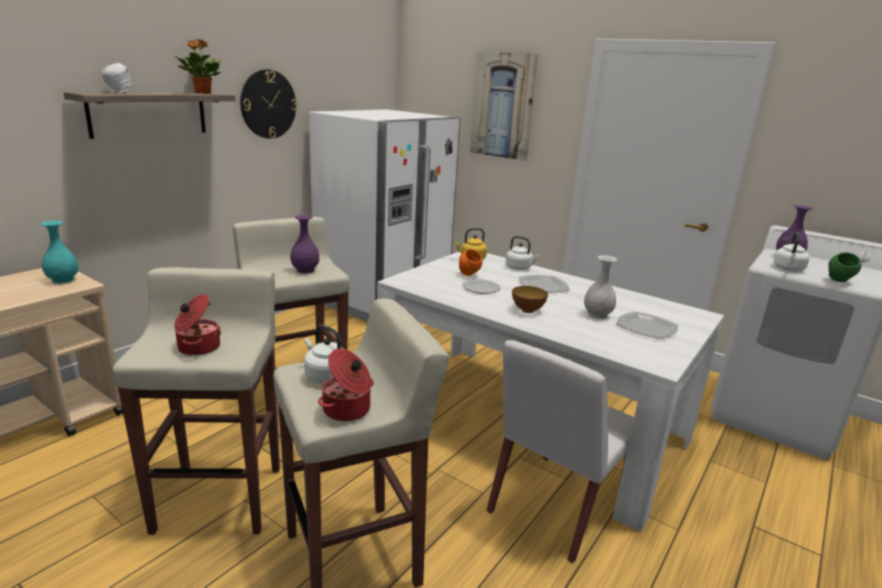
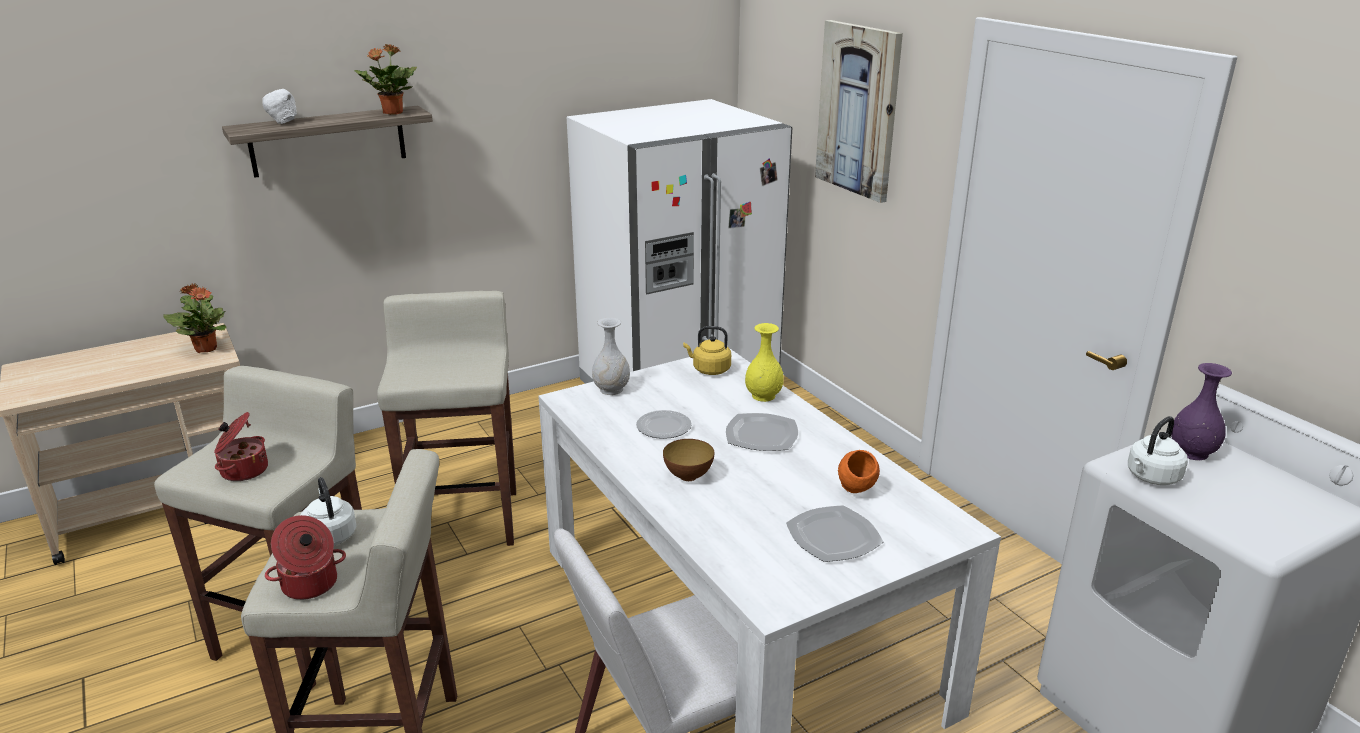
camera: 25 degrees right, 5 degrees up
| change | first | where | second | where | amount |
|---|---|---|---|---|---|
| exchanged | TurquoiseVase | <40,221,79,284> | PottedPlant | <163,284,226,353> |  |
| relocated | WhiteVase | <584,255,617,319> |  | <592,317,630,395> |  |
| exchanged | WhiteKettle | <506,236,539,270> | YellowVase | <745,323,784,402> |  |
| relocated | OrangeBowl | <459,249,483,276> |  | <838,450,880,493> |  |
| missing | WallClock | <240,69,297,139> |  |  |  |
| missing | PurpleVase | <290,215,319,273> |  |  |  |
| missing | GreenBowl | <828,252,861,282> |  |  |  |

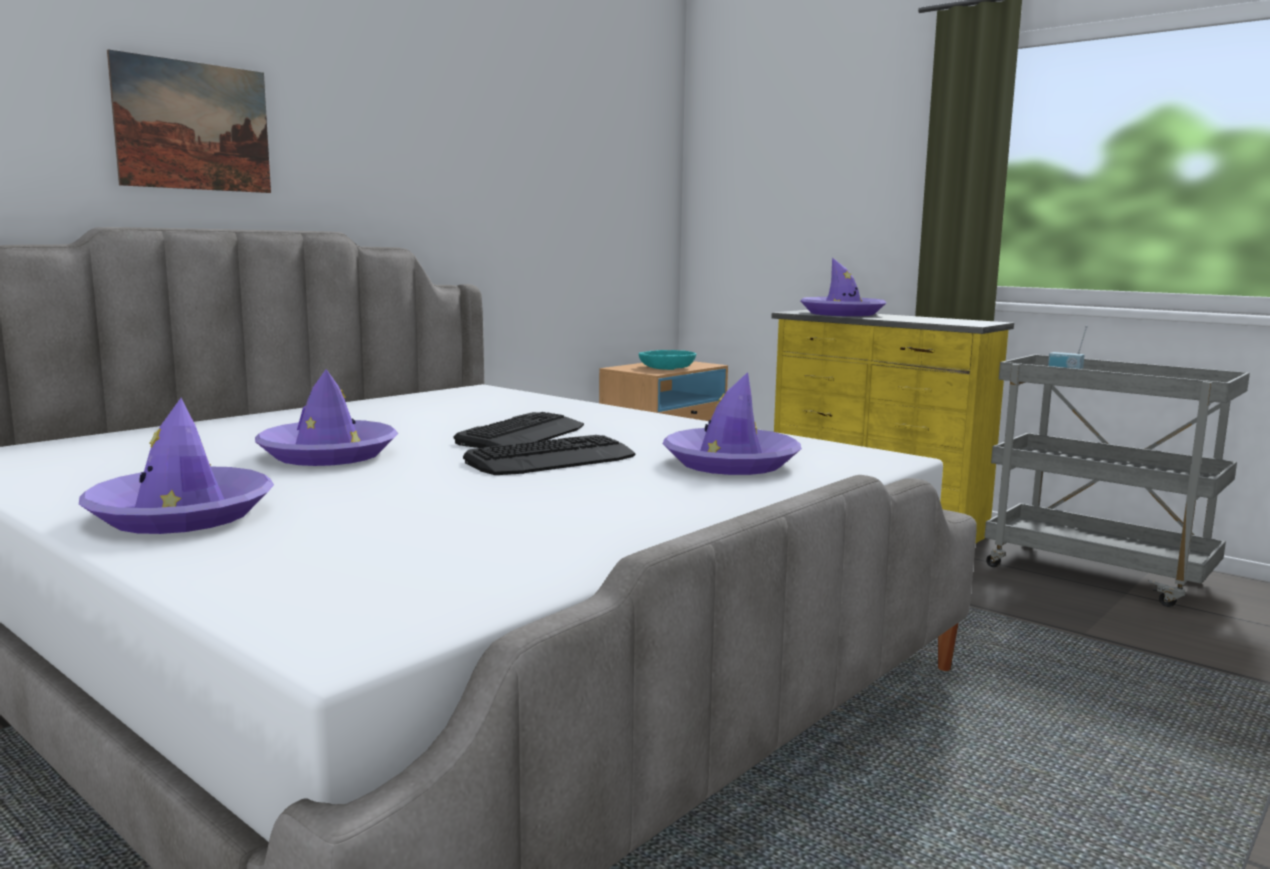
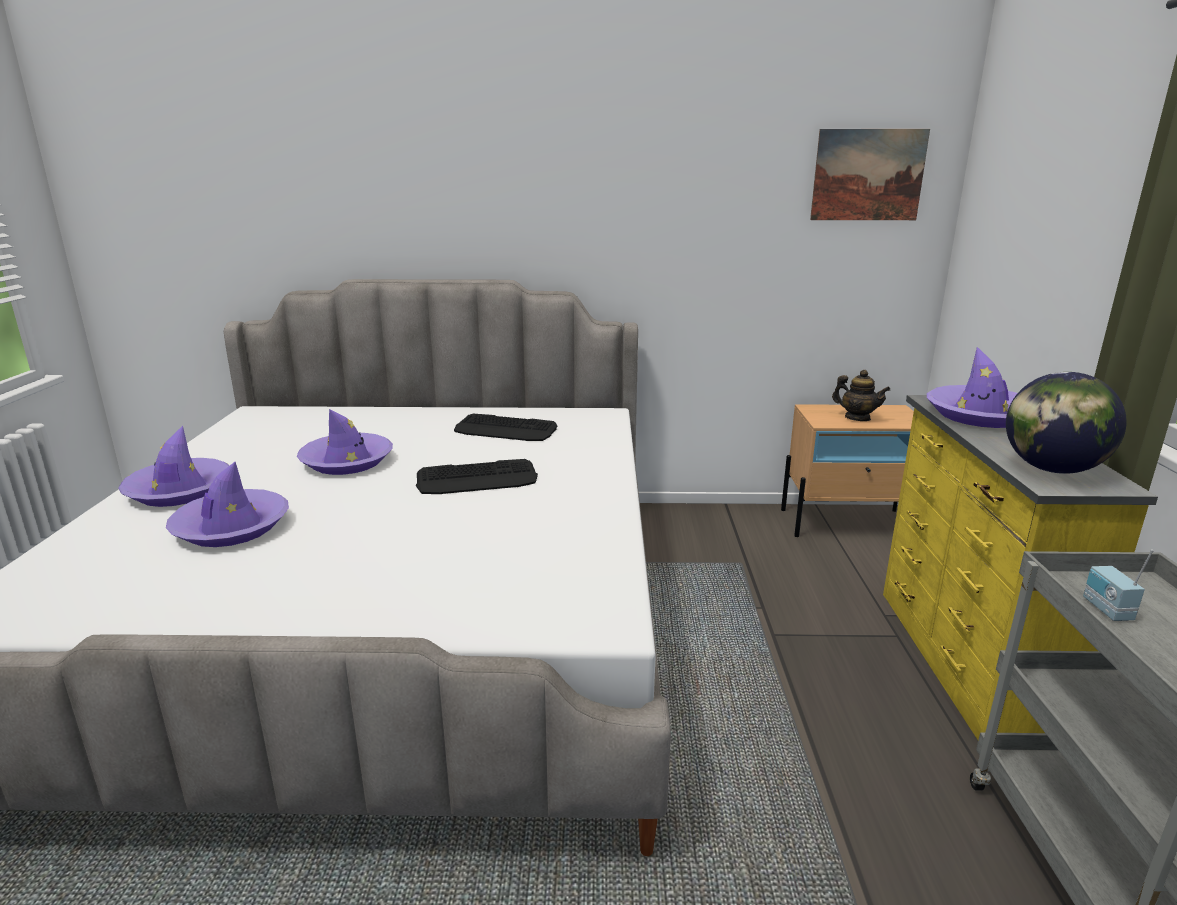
camera: 50 degrees right, 10 degrees up
| change | first | where | second | where | amount |
|---|---|---|---|---|---|
| relocated | PurpleHat | <662,372,802,475> |  | <166,462,289,547> |  |
| relocated | Keyboard | <463,435,635,475> |  | <454,414,557,441> |  |
| relocated | Picture | <107,49,271,193> |  | <810,129,930,220> |  |
| exchanged | TurquoiseBowl | <639,350,696,370> | Teapot | <832,370,890,421> |  |
| appeared |  |  | Globe | <1006,372,1127,474> |  |

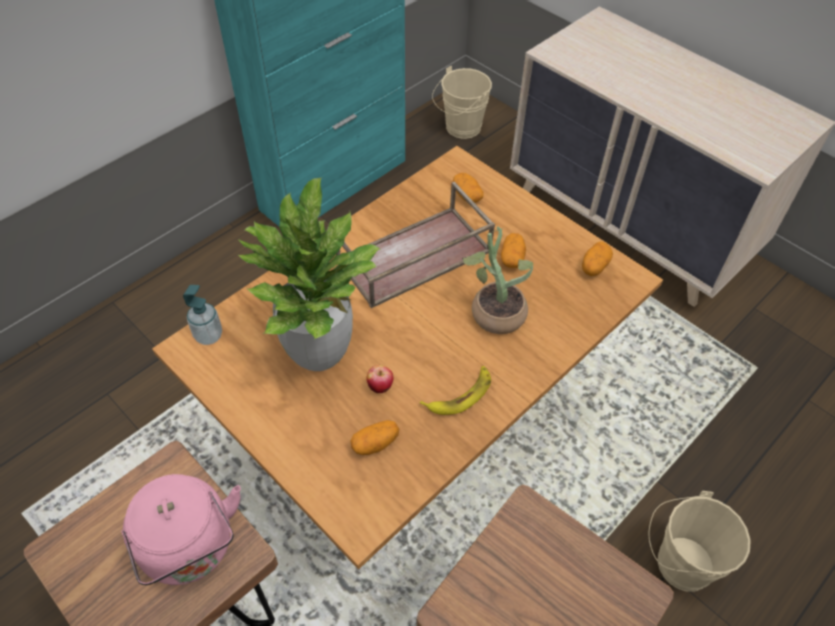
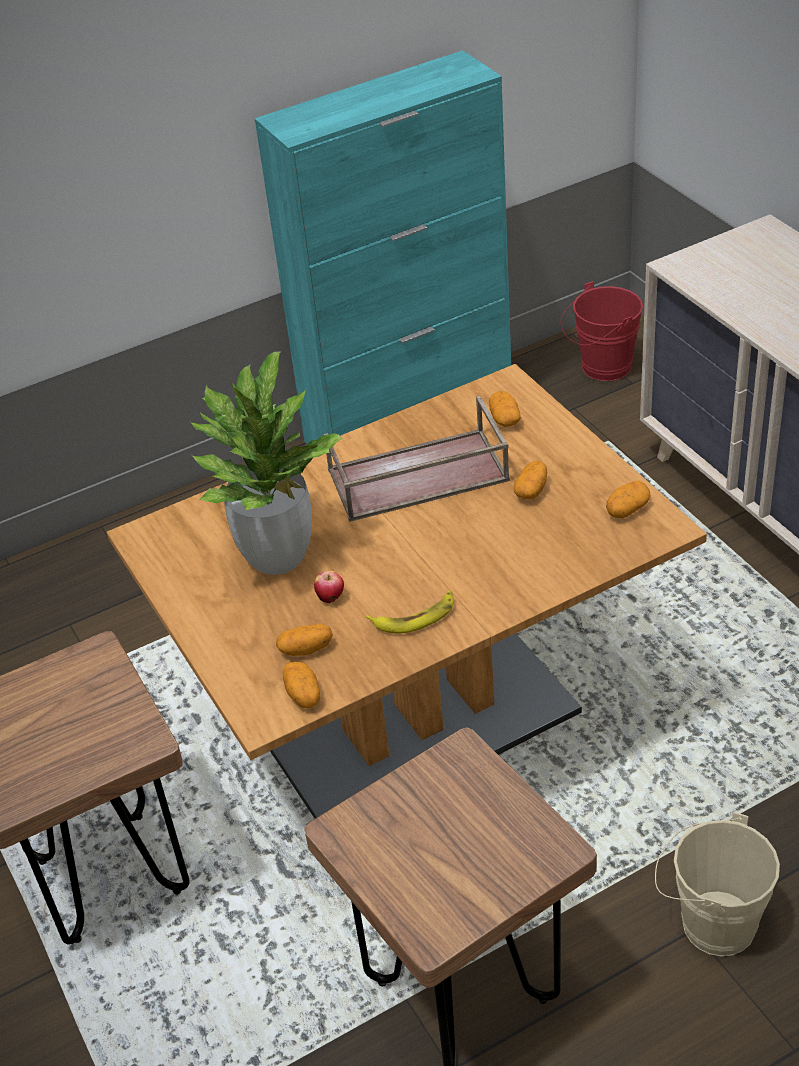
camera: 20 degrees right, 10 degrees down
| change | first | where | second | where | amount |
|---|---|---|---|---|---|
| appeared |  |  | Potato | <282,662,320,708> |  |
| colour | BeigeBucket | <432,66,492,139> | RedBucket | <560,281,643,381> |  |
| missing | PinkKettle | <121,474,241,585> |  |  |  |
| missing | SoapDispenser | <183,285,222,345> |  |  |  |
| missing | PottedPlant | <462,226,533,334> |  |  |  |

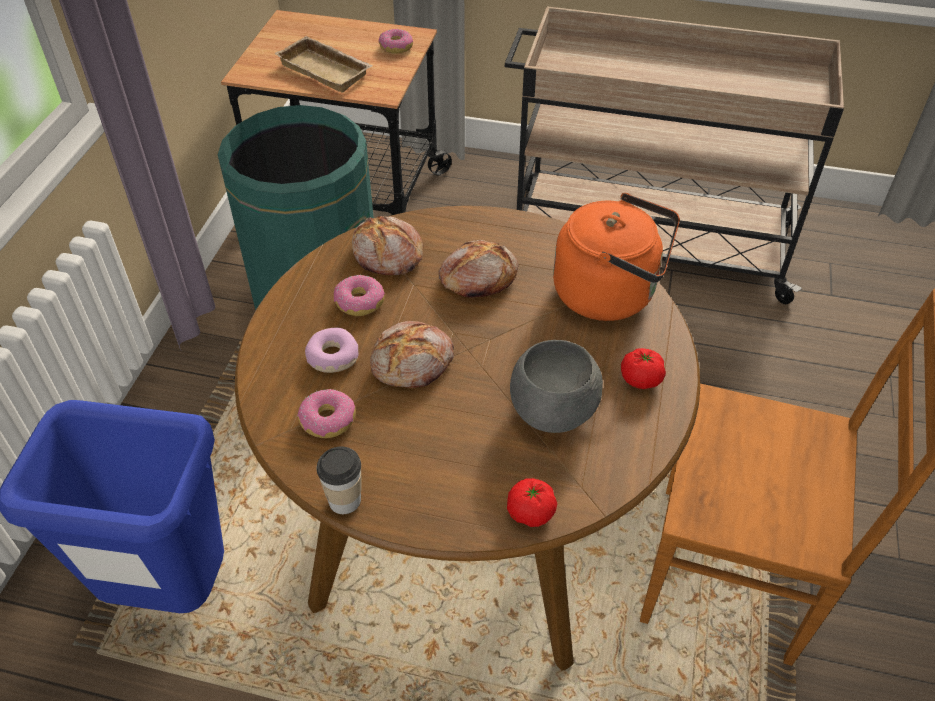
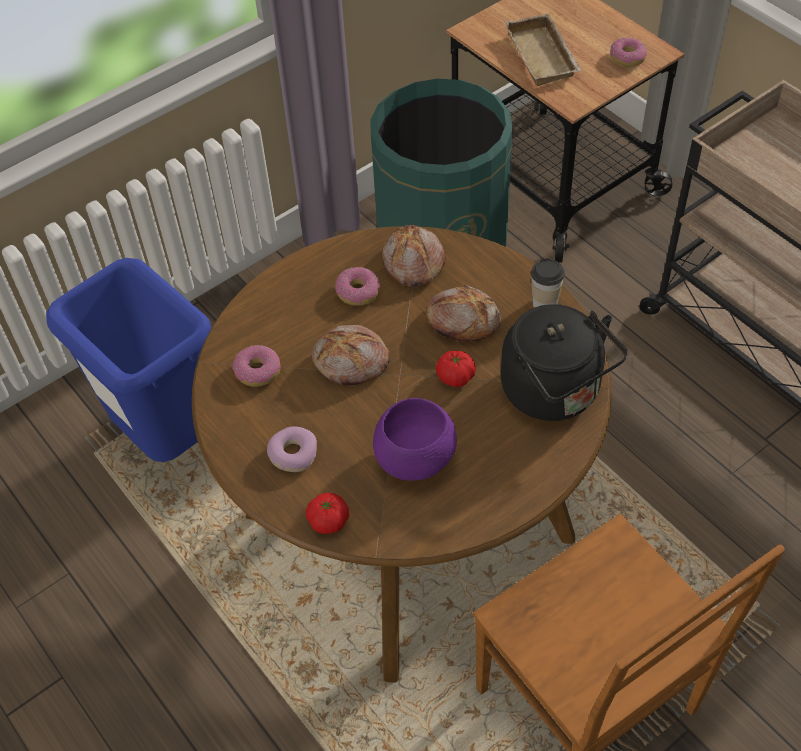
camera: 40 degrees right, 5 degrees up
| change | first | where | second | where | amount |
|---|---|---|---|---|---|
| relocated | Donut | <305,328,359,373> |  | <267,426,317,472> |  |
| colour | GreyBowl | <510,340,603,433> | PurpleBowl | <373,398,457,481> |  |
| relocated | Tomato | <621,348,666,389> |  | <436,351,476,387> |  |
| colour | OrangeKettle | <553,193,680,321> | BlackKettle | <501,304,628,421> |  |
| relocated | Cup | <317,447,361,514> |  | <531,258,565,308> |  |

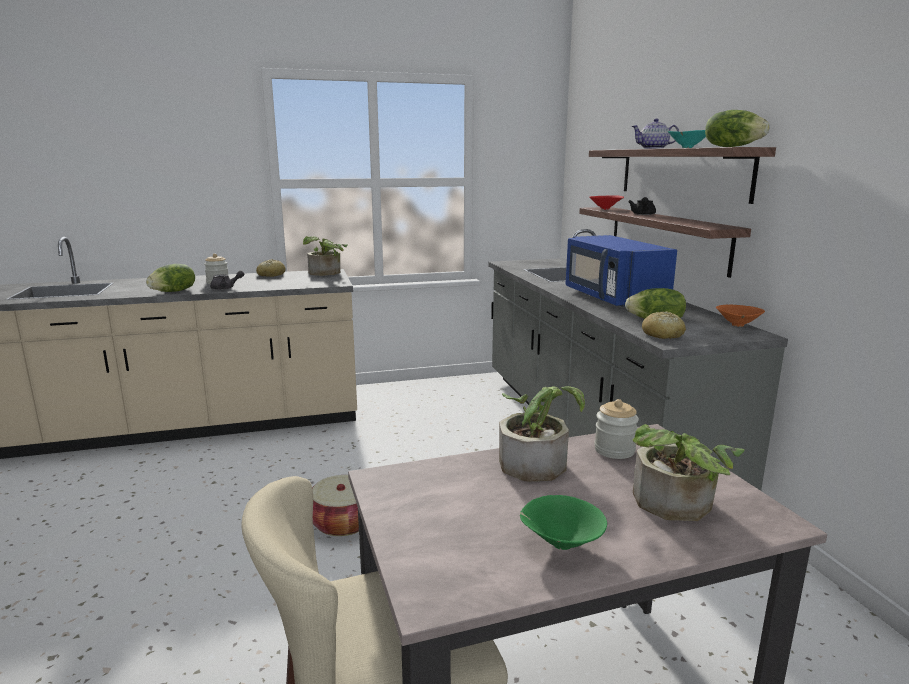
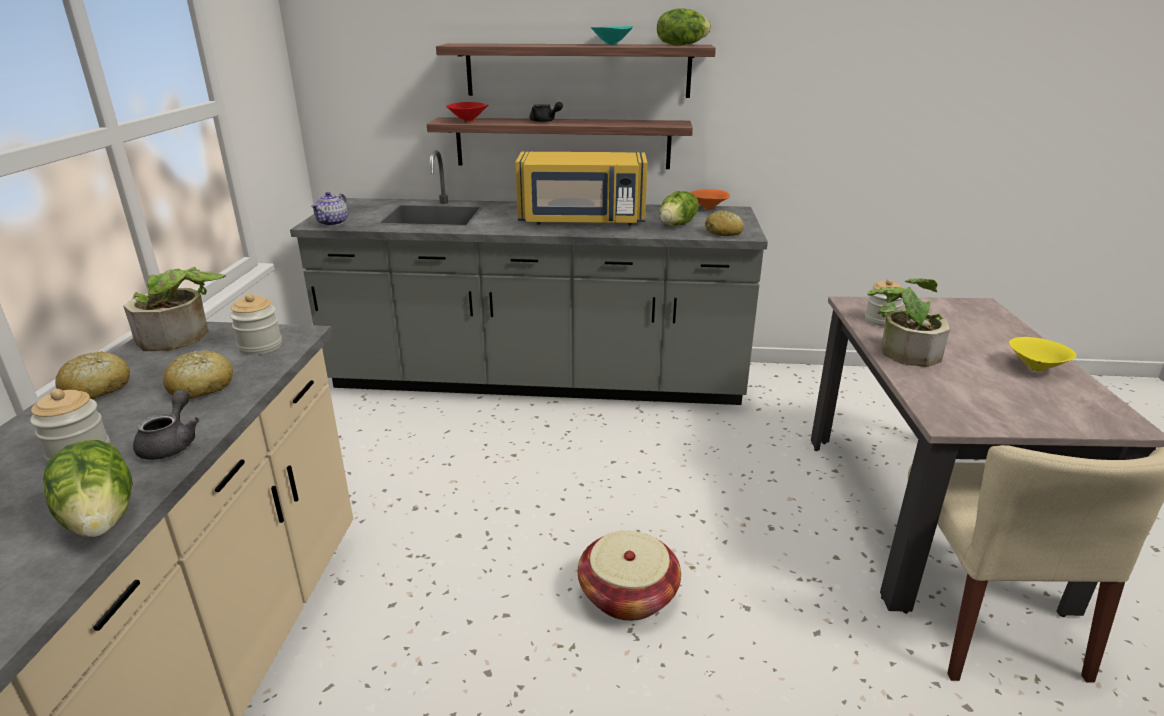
camera: 70 degrees left, 10 degrees up
| change | first | where | second | where | amount |
|---|---|---|---|---|---|
| appeared |  |  | Bread | <163,350,233,399> |  |
| appeared |  |  | Jar | <229,294,282,355> |  |
| relocated | Teapot | <631,119,679,149> |  | <311,192,348,226> |  |
| colour | BlueMicrowave | <566,235,677,307> | YellowMicrowave | <515,152,647,225> |  |
| colour | GreenBowl | <520,495,607,550> | YellowBowl | <1009,337,1076,371> |  |
| missing | PottedPlant | <633,424,745,521> |  |  |  |

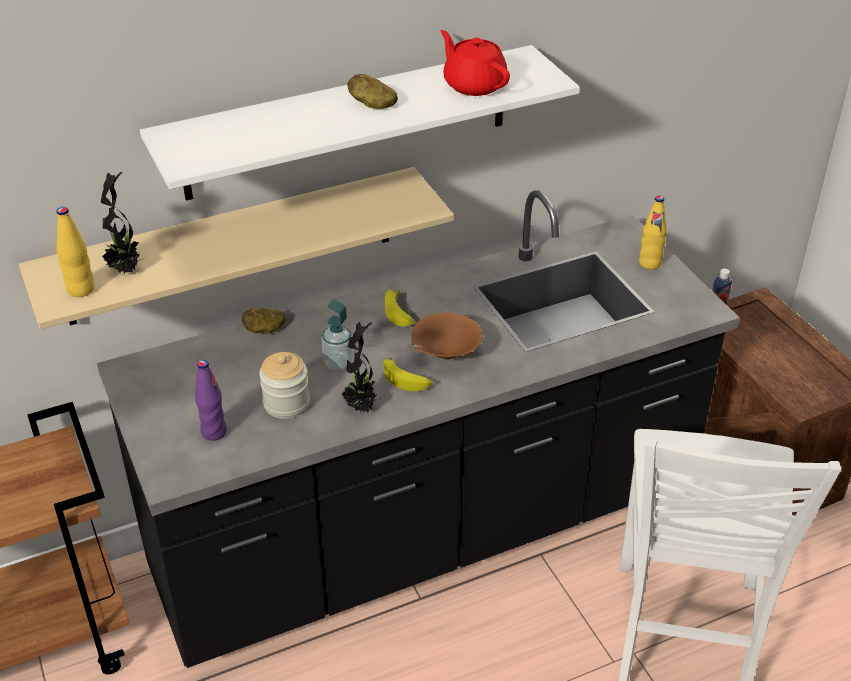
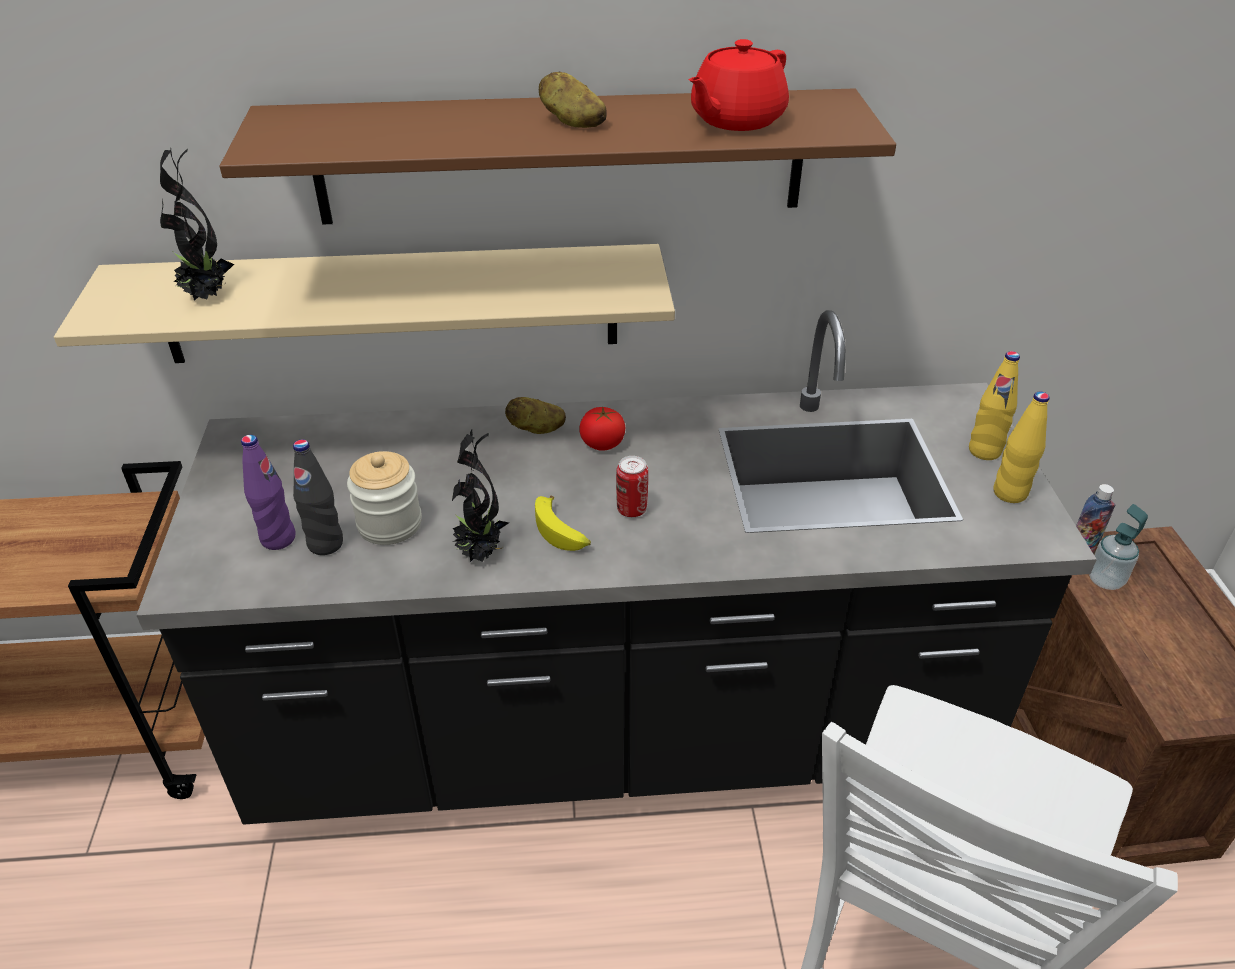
camera: 20 degrees right, 0 degrees up
| change | first | where | second | where | amount |
|---|---|---|---|---|---|
| colour | WhiteShelf | <140,45,580,200> | BrownShelf | <219,88,896,225> |  |
| appeared |  |  | BlackBottle | <293,439,343,555> |  |
| relocated | Potato | <242,308,285,334> |  | <505,397,566,434> |  |
| exchanged | Banana | <385,290,415,327> | Tomato | <580,407,625,451> |  |
| exchanged | BrownBowl | <411,313,483,359> | Can | <616,456,648,517> |  |
| spun | RedTeapot | <441,30,510,96> |  | <689,39,789,131> | 120 degrees counterclockwise |
| relocated | YellowBottle | <57,207,94,297> |  | <993,392,1049,503> |  |
| relocated | SoapDispenser | <322,299,353,371> |  | <1089,504,1148,590> |  |

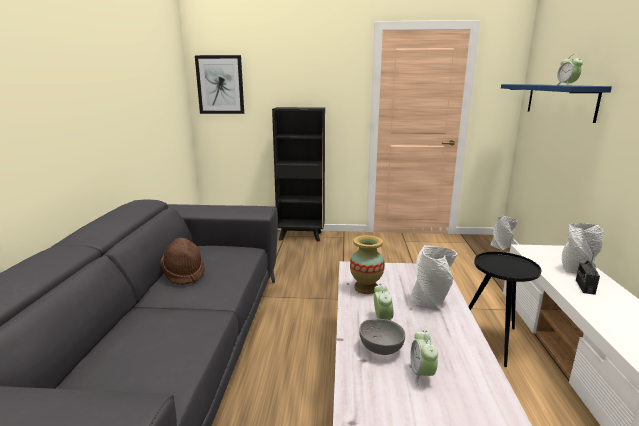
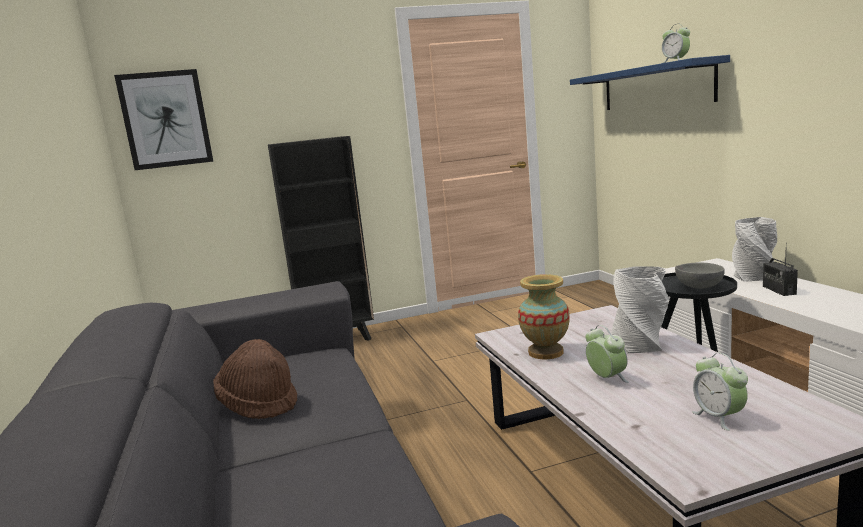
camera: 20 degrees left, 5 degrees down
| change | first | where | second | where | amount |
|---|---|---|---|---|---|
| relocated | GreyBowl | <359,319,405,355> |  | <675,263,725,289> |  |
| missing | GreyVase | <490,216,517,250> |  |  |  |

